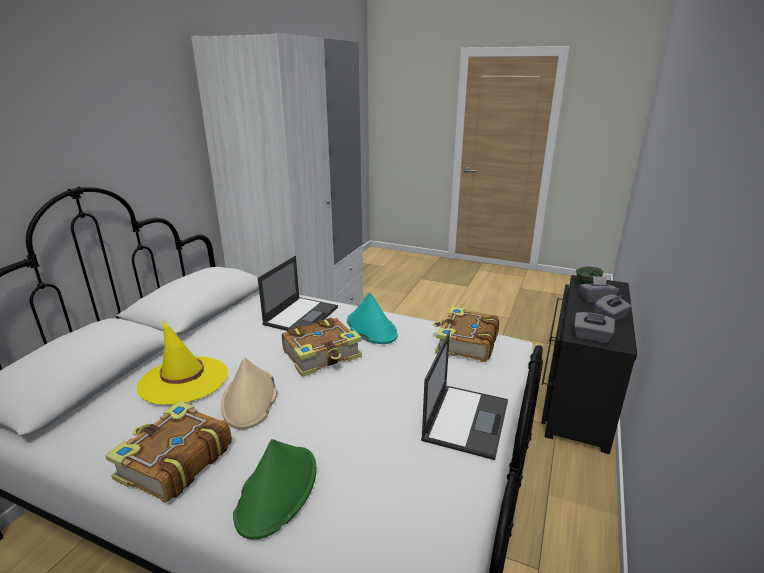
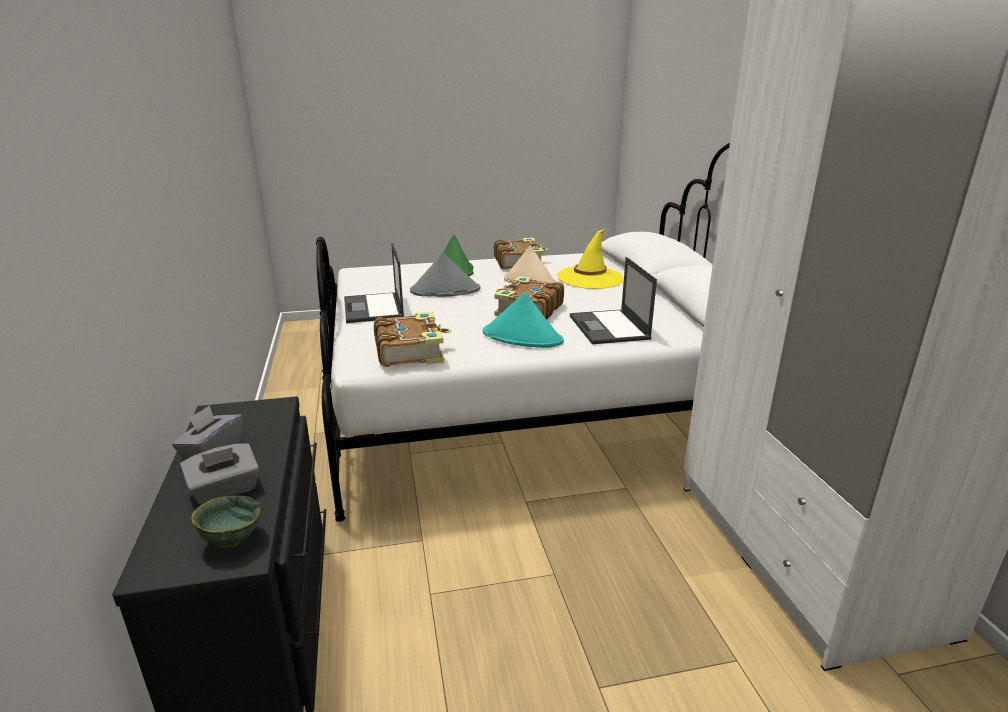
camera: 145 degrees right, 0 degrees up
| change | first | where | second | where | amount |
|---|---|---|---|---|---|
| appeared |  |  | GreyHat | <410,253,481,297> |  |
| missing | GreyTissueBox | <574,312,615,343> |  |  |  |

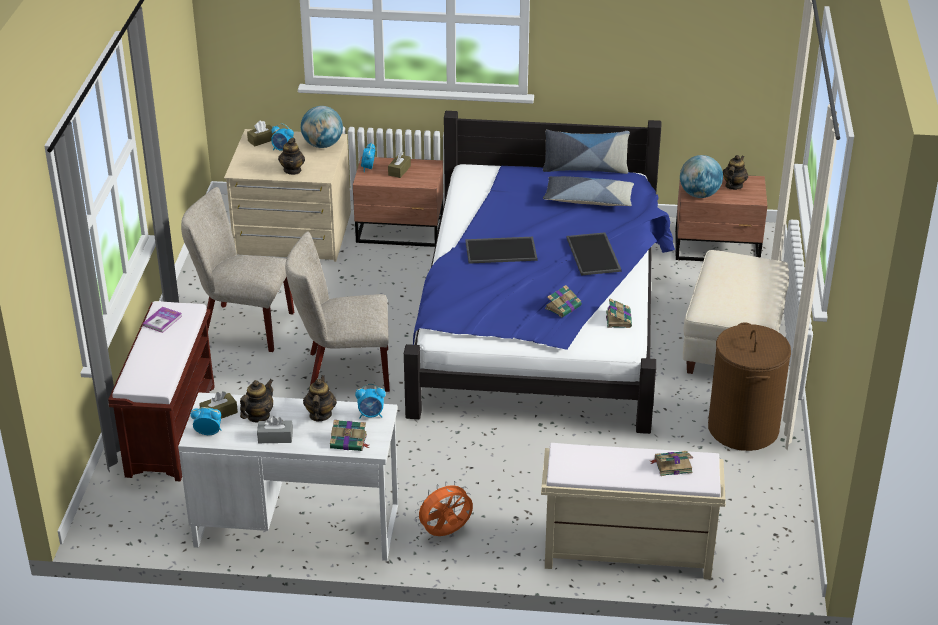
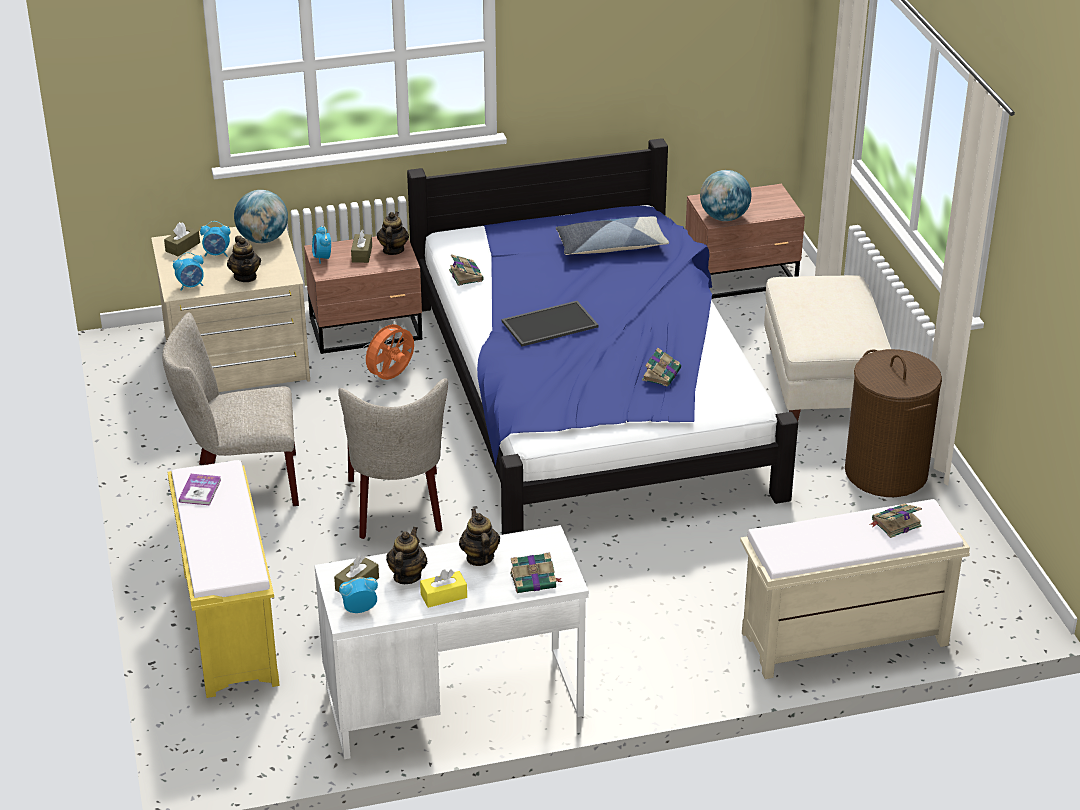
camera: 20 degrees left, 0 degrees up
| change | first | where | second | where | amount |
|---|---|---|---|---|---|
| colour | BrownBench | <108,301,215,481> | YellowBench | <168,460,280,698> |  |
| relocated | AlarmClock | <355,384,386,418> |  | <173,252,204,291> |  |
| spun | BeigeChair | <285,231,390,392> |  | <338,378,448,539> | 75 degrees counterclockwise |
| relocated | OrangeFan | <415,481,473,536> |  | <361,320,414,380> |  |
| relocated | Teapot | <723,155,748,190> |  | <377,212,409,255> |  |
| colour | GreyTissueBox | <257,416,293,443> | YellowTissueBox | <420,569,467,608> |  |
| relocated | Book | <606,298,632,328> |  | <449,254,484,286> |  |
| missing | Pillow | <543,129,630,174> |  |  |  |
| missing | Tray | <566,232,621,276> |  |  |  |

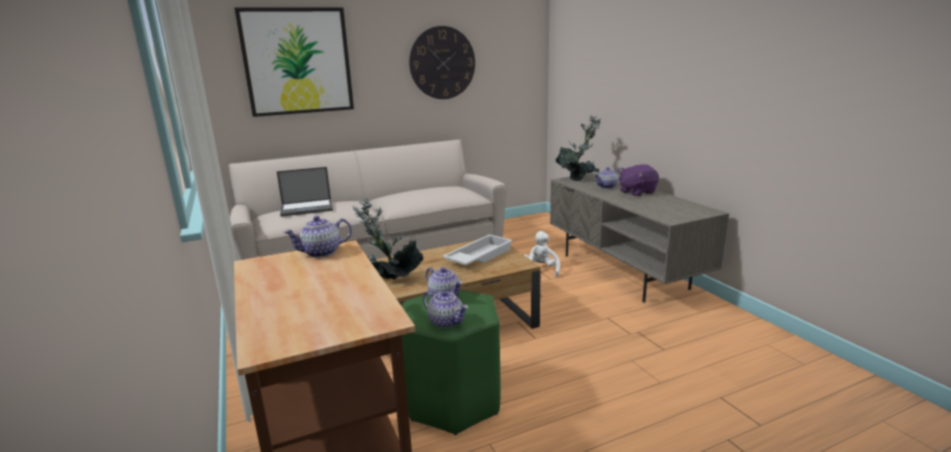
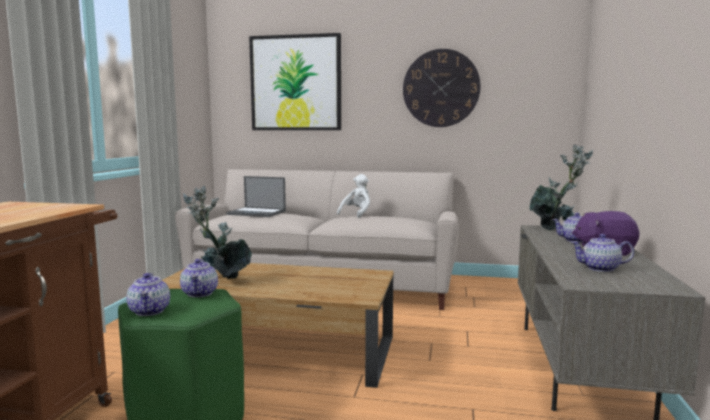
camera: 35 degrees right, 10 degrees down
| change | first | where | second | where | amount |
|---|---|---|---|---|---|
| relocated | WhitePlushToy | <524,231,560,277> |  | <337,174,370,218> |  |
| relocated | Teapot | <284,216,352,257> |  | <571,234,634,272> |  |
| missing | WhiteTray | <442,234,513,265> |  |  |  |

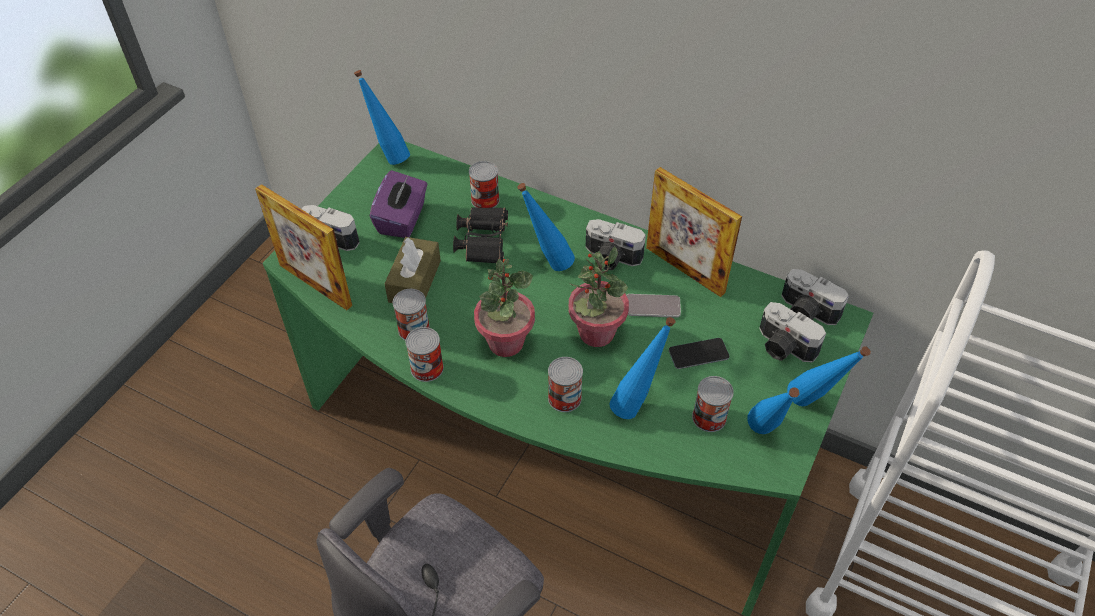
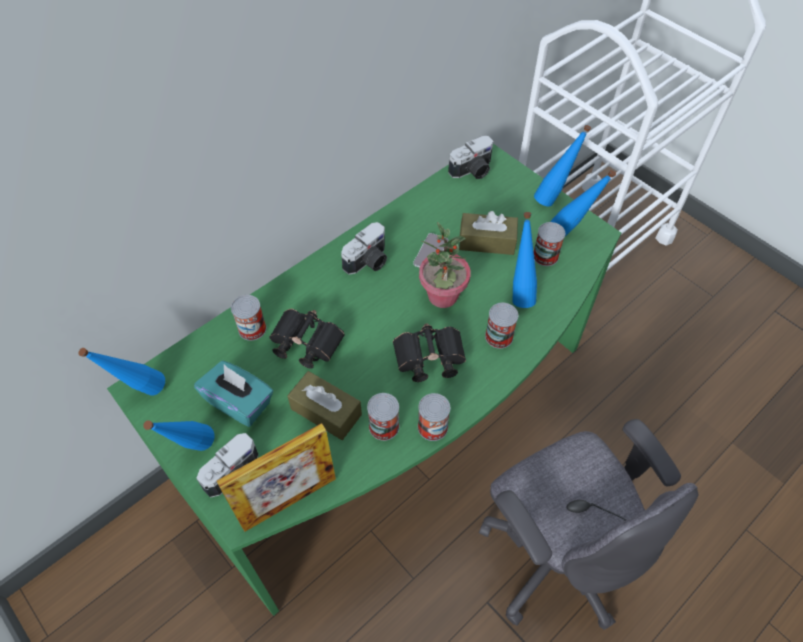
camera: 70 degrees left, 5 degrees up
| change | first | where | second | where | amount |
|---|---|---|---|---|---|
| relocated | BlueBottle | <517,183,575,271> |  | <143,420,214,451> |  |
| colour | PurpleTissueBox | <370,170,427,238> | TurquoiseTissueBox | <194,361,273,427> |  |
| exchanged | PottedPlant | <474,259,535,357> | BlackBinoculars | <393,323,466,382> |  |
| exchanged | Phone | <669,338,729,369> | BrownTissueBox | <459,211,518,255> |  |
| missing | PictureFrame | <646,167,742,297> |  |  |  |
| missing | PhotoCamera | <759,302,826,362> |  |  |  |

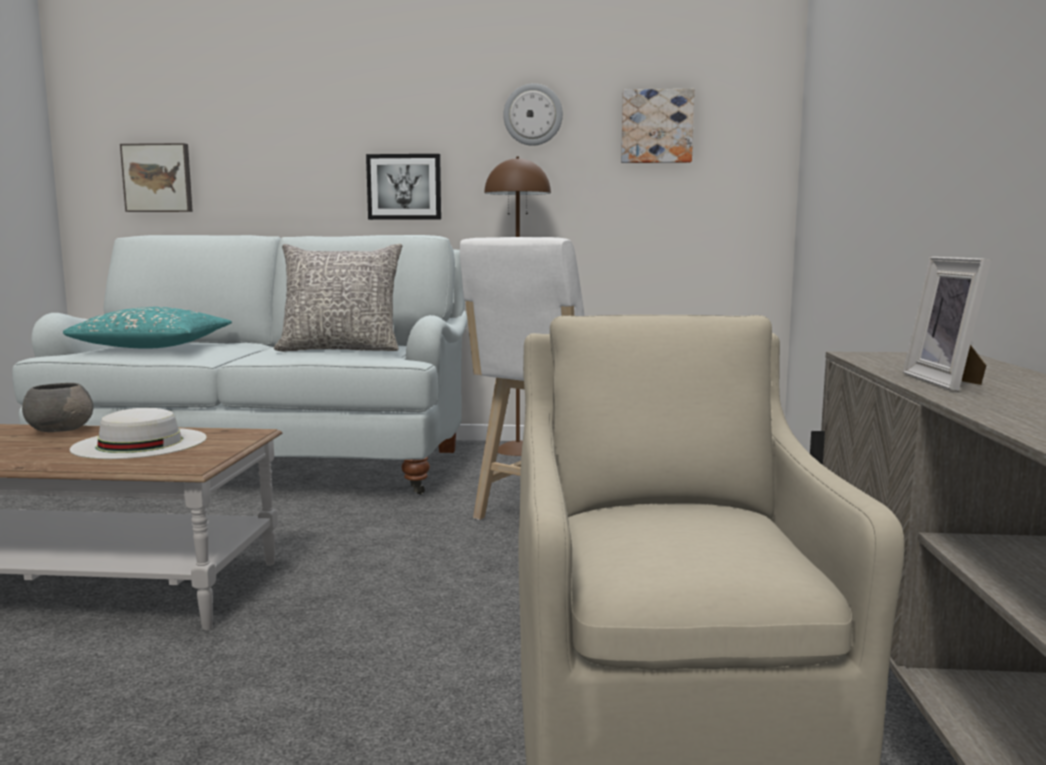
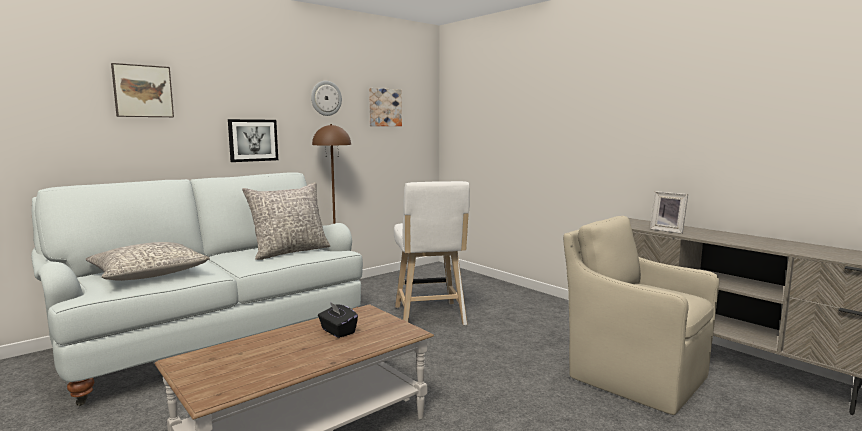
camera: 45 degrees left, 0 degrees up
| change | first | where | second | where | amount |
|---|---|---|---|---|---|
| colour | TurquoisePillow | <63,307,232,349> | GreyPillow | <85,242,210,281> |  |
| relocated | Picture | <120,143,193,212> |  | <111,63,174,117> |  |
| exchanged | WhiteHat | <70,408,207,459> | BlackTissueBox | <318,302,358,338> |  |
| missing | GreyBowl | <22,383,93,432> |  |  |  |

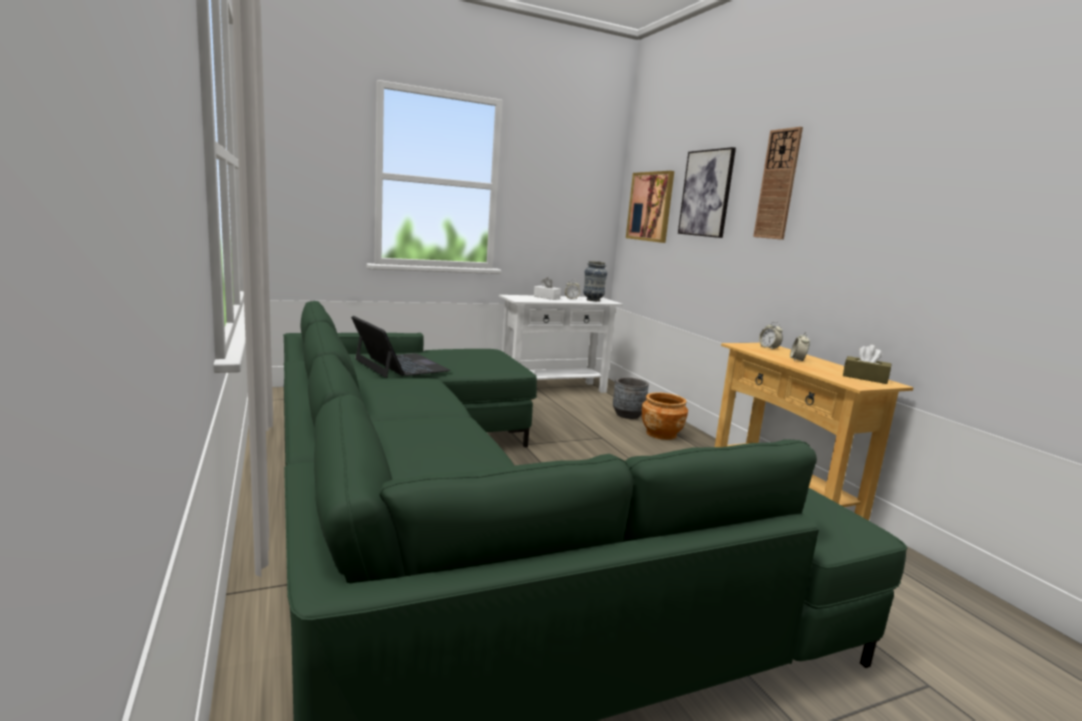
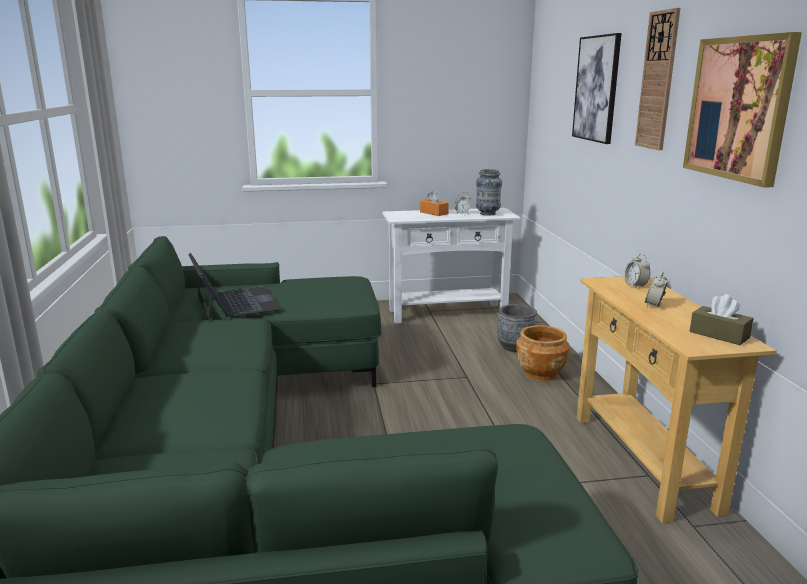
camera: 15 degrees right, 5 degrees up
| change | first | where | second | where | amount |
|---|---|---|---|---|---|
| colour | WhiteTissueBox | <534,277,561,300> | OrangeTissueBox | <420,191,449,216> |  |
| relocated | Picture | <626,171,674,243> |  | <683,32,802,188> |  |

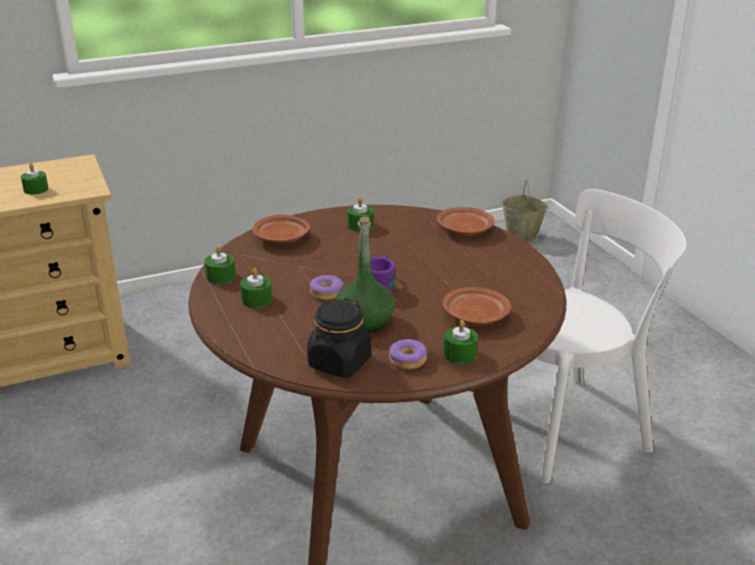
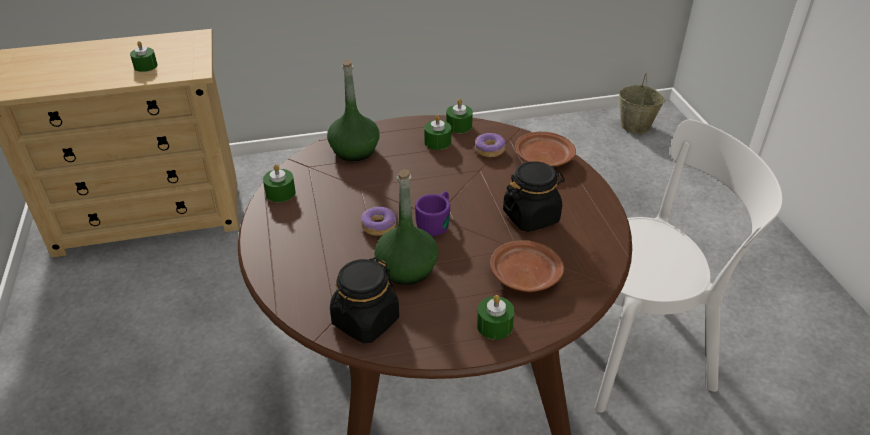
camera: 10 degrees right, 10 degrees up
| change | first | where | second | where | amount |
|---|---|---|---|---|---|
| exchanged | BrownPlate | <253,215,310,243> | GreenBottle | <327,60,380,161> |  |
| relocated | GreenCandle | <240,268,272,308> |  | <446,99,473,133> |  |
| relocated | Donut | <389,339,427,369> |  | <475,133,506,157> |  |
| appeared |  |  | BlackJar | <503,161,565,232> |  |

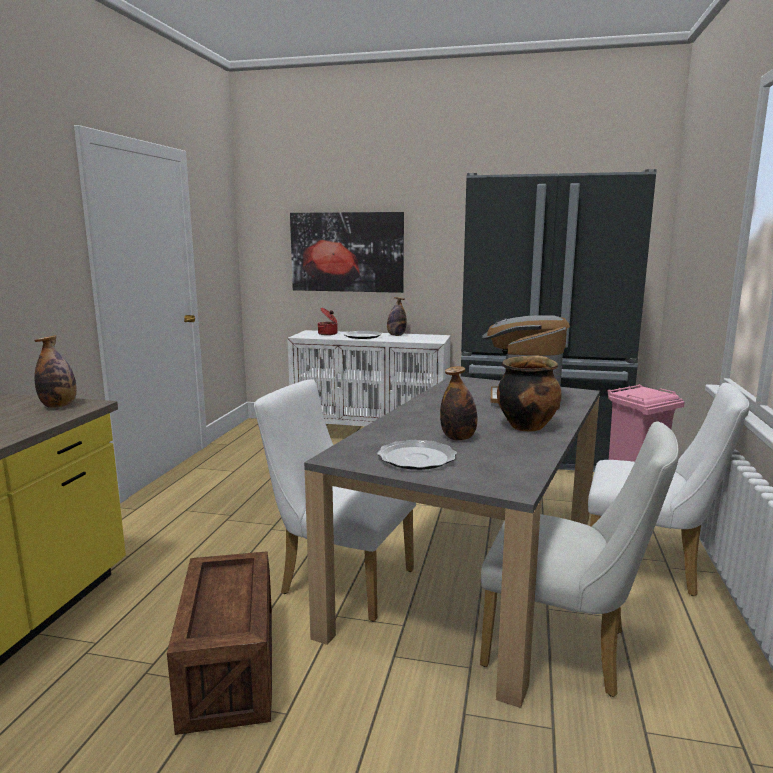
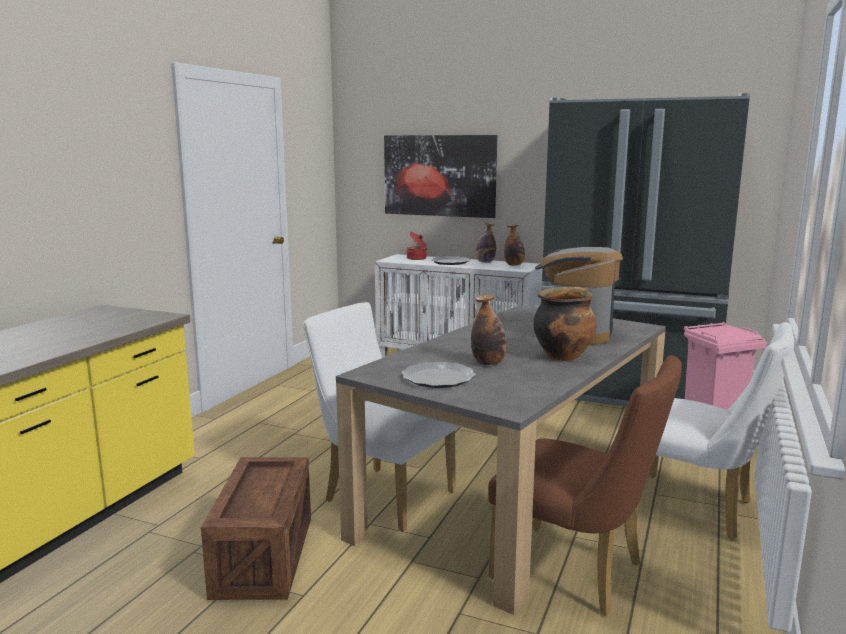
camera: 10 degrees right, 0 degrees up
| change | first | where | second | where | amount |
|---|---|---|---|---|---|
| colour | WhiteChair | <480,421,679,697> | BrownChair | <488,355,682,616> |  |
| relocated | Bottle | <34,335,77,408> |  | <504,224,525,266> |  |

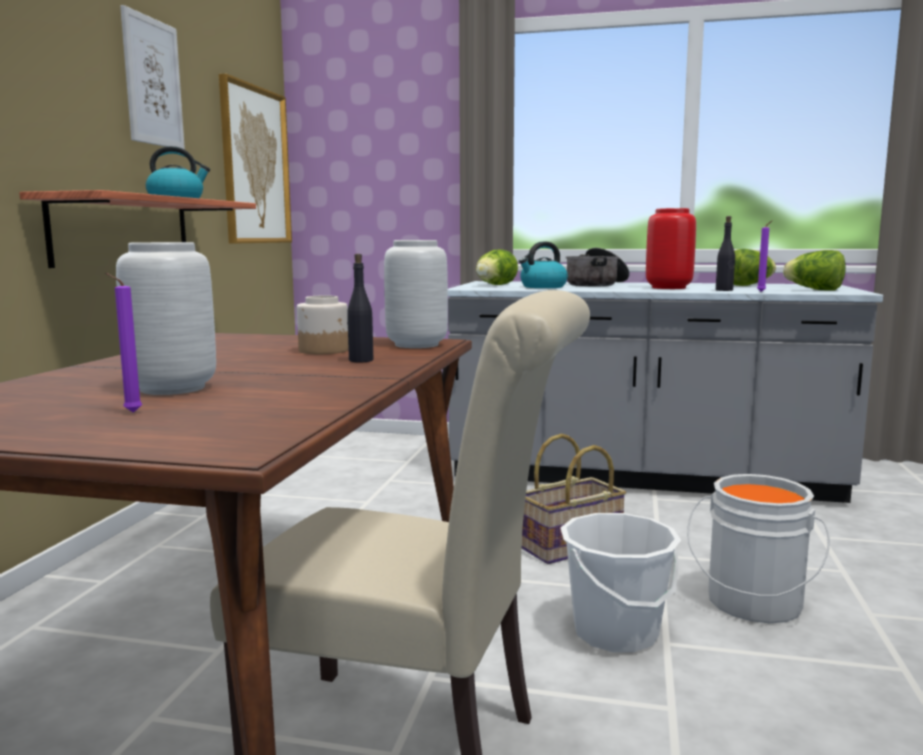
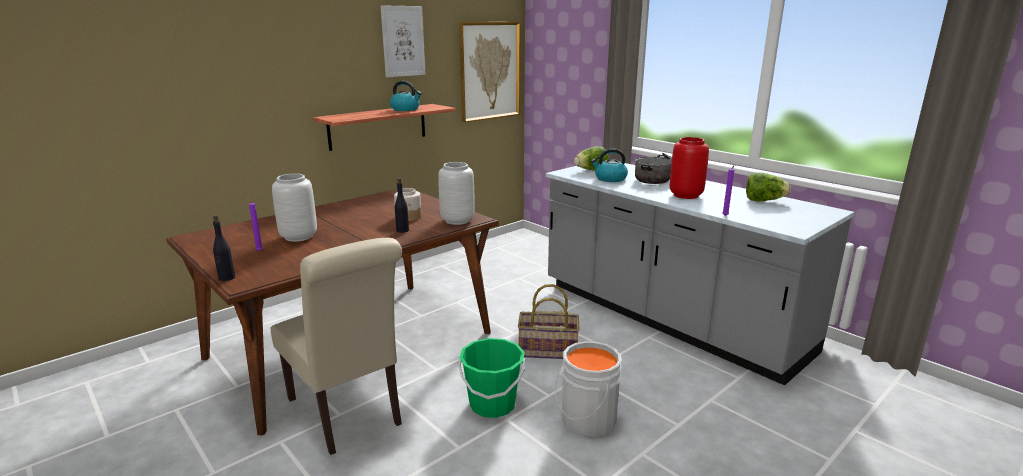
camera: 35 degrees right, 10 degrees up
| change | first | where | second | where | amount |
|---|---|---|---|---|---|
| relocated | BlackBottle | <716,216,735,291> |  | <213,215,235,281> |  |
| colour | WhiteBucket | <561,513,681,652> | GreenBucket | <458,338,525,418> |  |
| missing | Lettuce | <783,250,846,290> |  |  |  |

